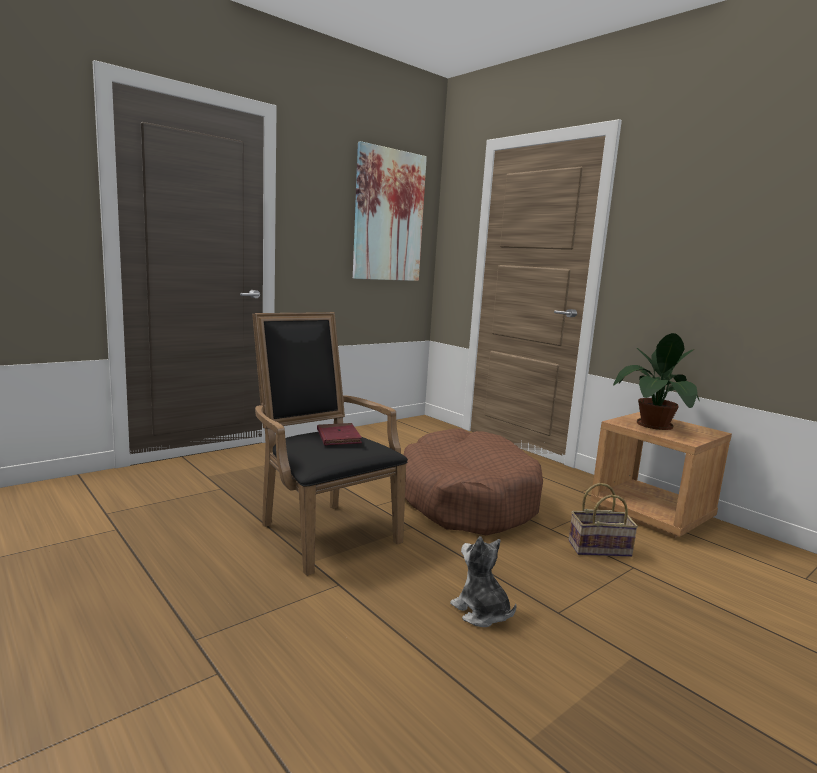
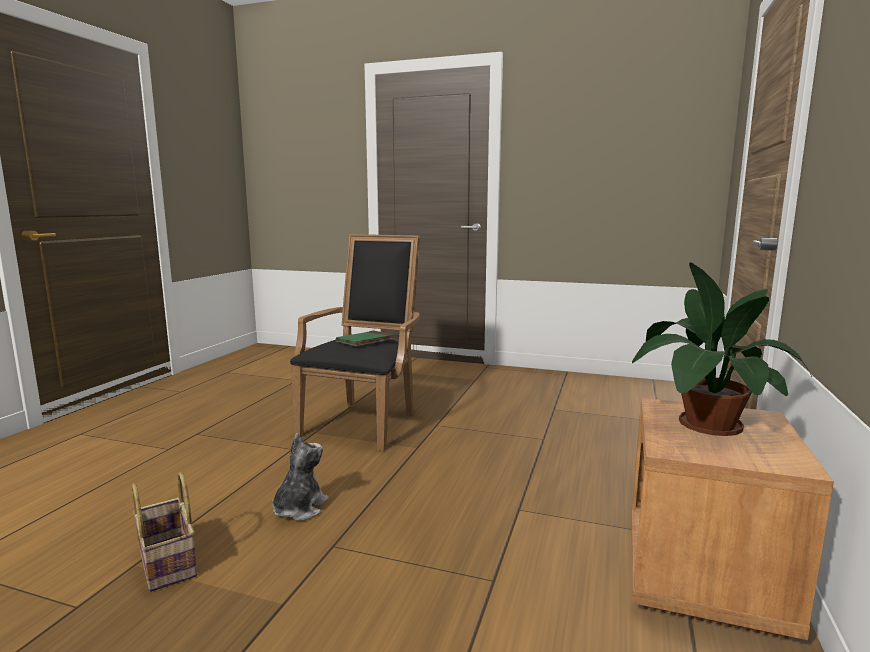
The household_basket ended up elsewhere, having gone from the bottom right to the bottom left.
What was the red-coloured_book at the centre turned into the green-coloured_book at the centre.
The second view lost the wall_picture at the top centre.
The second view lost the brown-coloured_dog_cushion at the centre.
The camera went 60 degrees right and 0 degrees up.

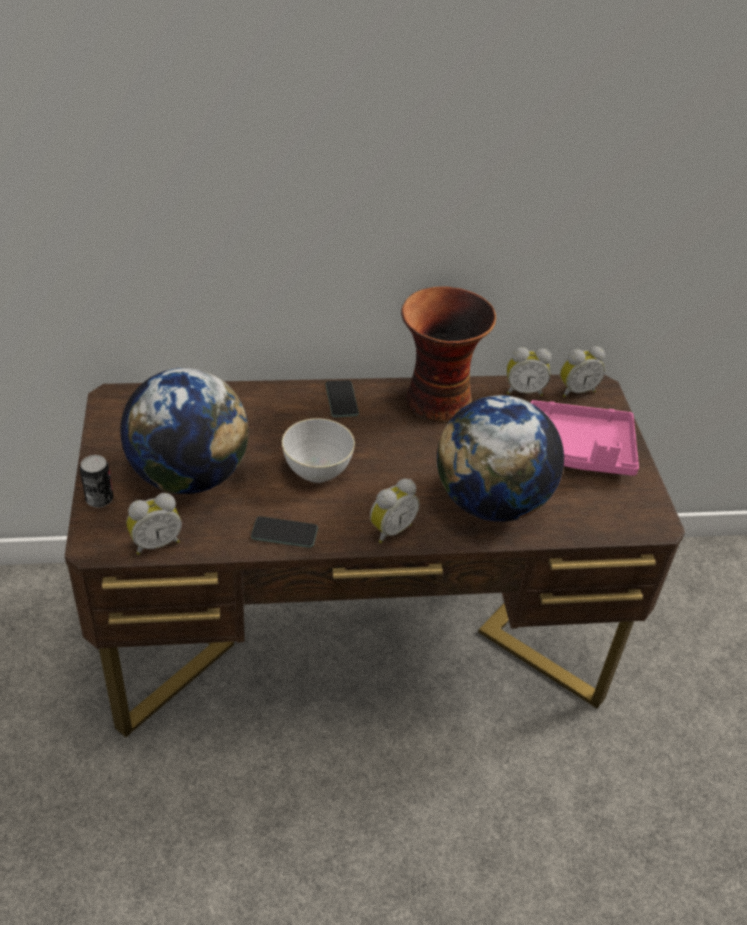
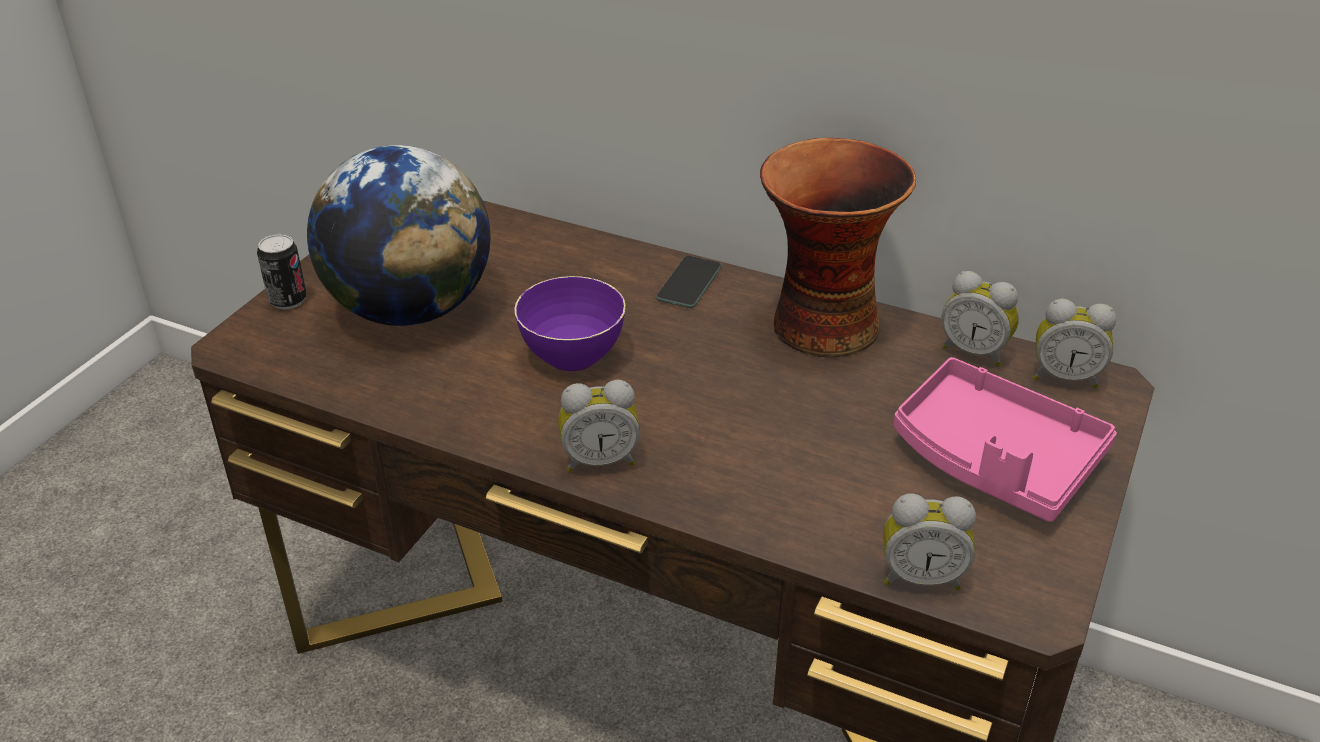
What was the greyish_bowl at the centre turned into the purple_bowl at the centre.
The table_clock (no. 1 from left in the first image) ended up elsewhere, having gone from the middle left to the bottom right.
The second view lost the phone (no. 1 from left) at the centre.
The second view lost the world_globe (no. 2 from left) at the middle right.
The camera went 35 degrees right and 5 degrees down.

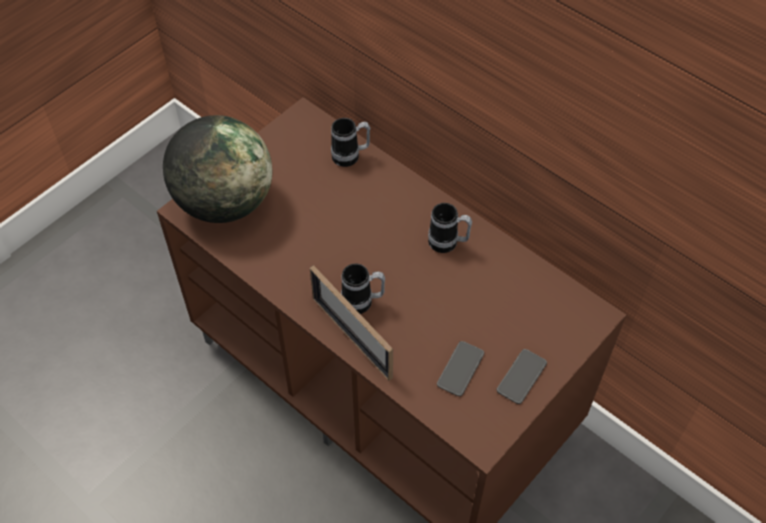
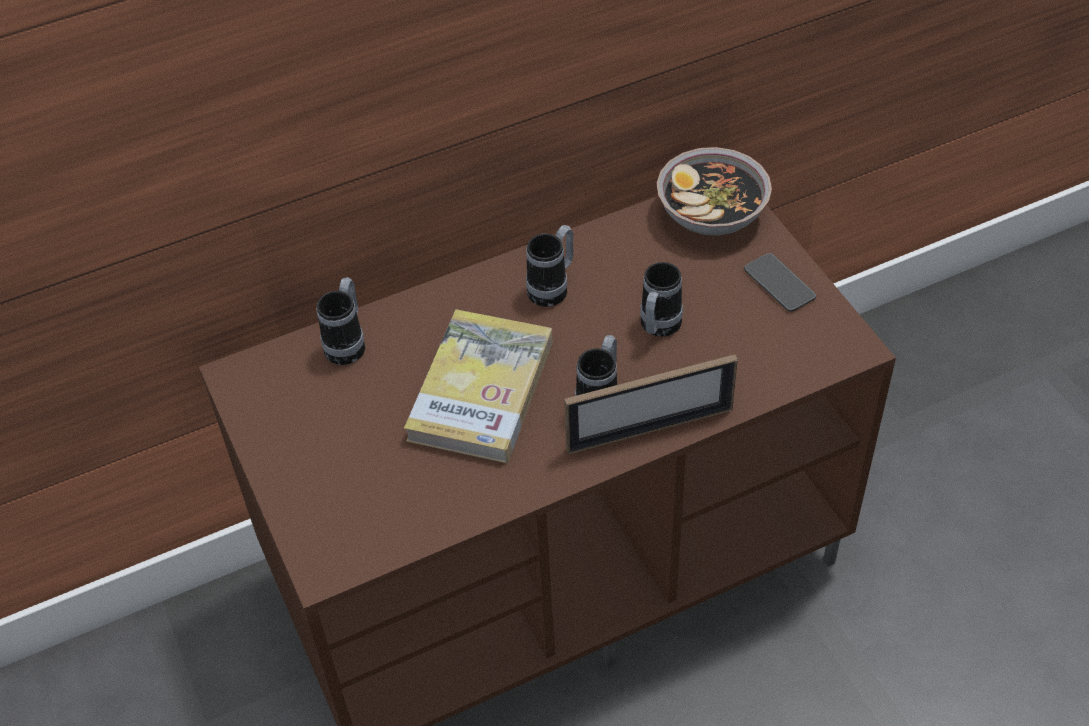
The second view gained the book at the centre.
The second view gained the coffee_mug (no. 4 from left) at the centre.
The second view gained the bowl at the top centre.
The second view lost the world_globe at the top left.
The second view lost the phone (no. 1 from left) at the bottom centre.
The camera went 65 degrees left and 5 degrees down.

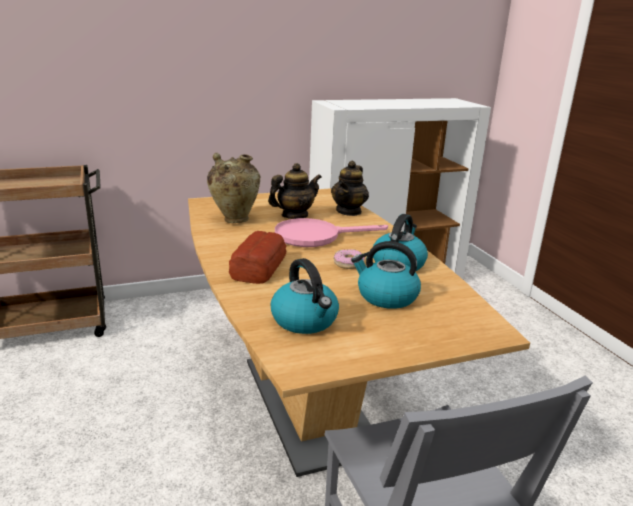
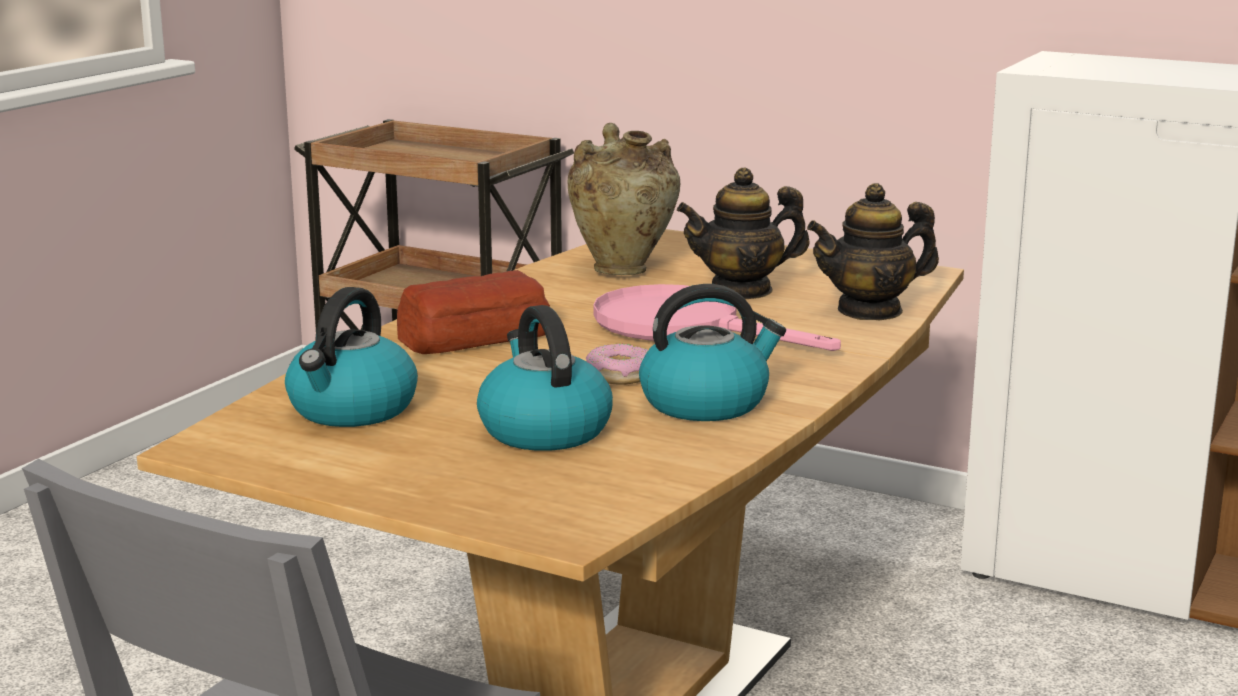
The pot_for_tea (no. 1 from left) at the centre ended up facing another way, 150 degrees clockwise from before.
The camera went 50 degrees right and 5 degrees down.

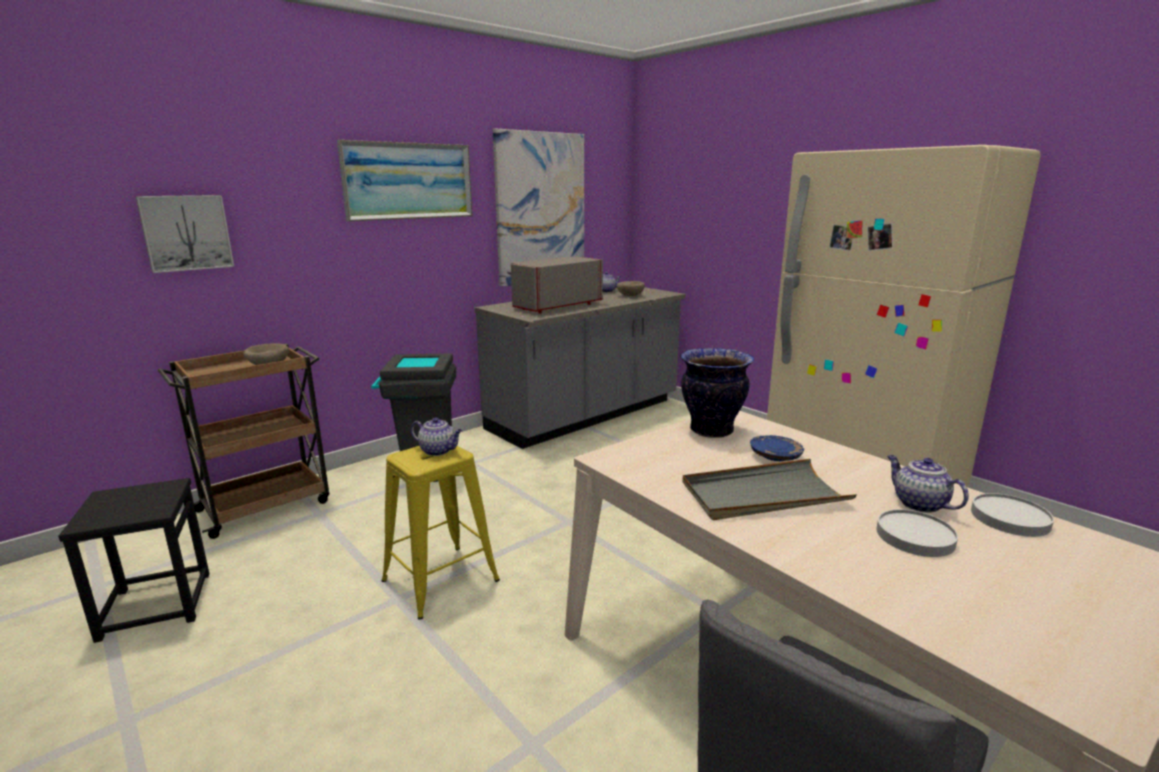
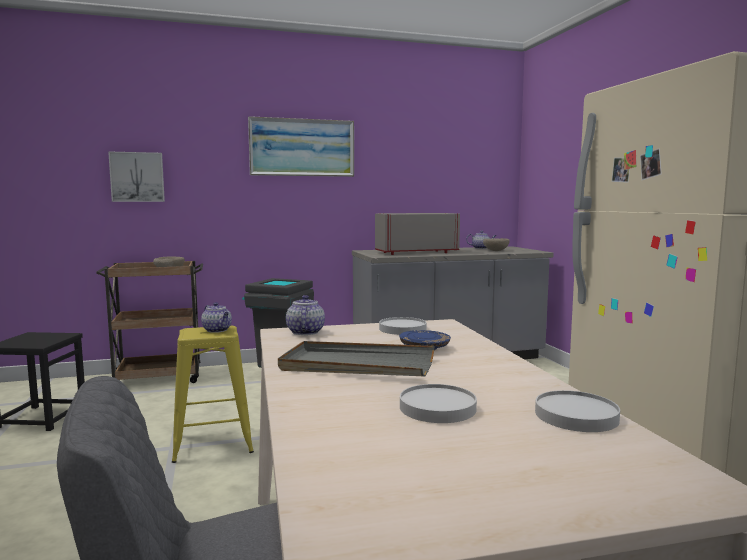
The pot_for_tea (no. 3 from left in the first image) ended up elsewhere, having gone from the middle right to the centre.
Where the vase stood at the centre, the white-coloured_dinner_plate (no. 1 from left) came to stand at the centre.
The second view lost the wall_picture (no. 3 from left) at the top centre.
The camera went 25 degrees right and 10 degrees down.

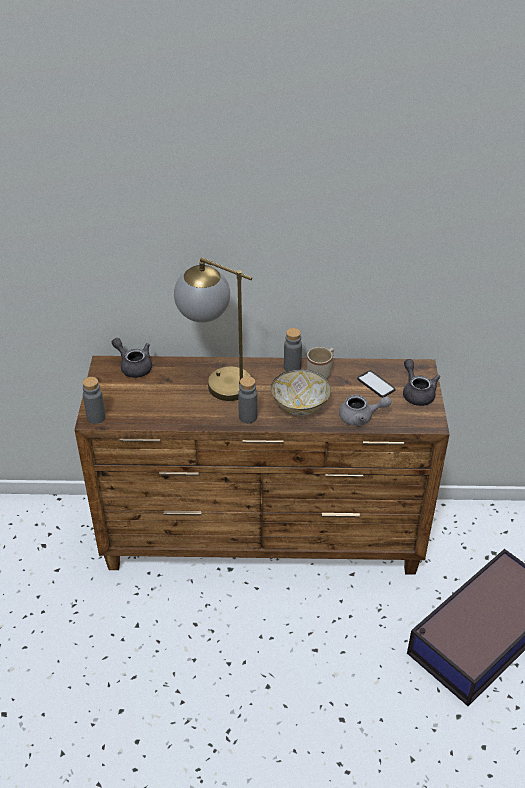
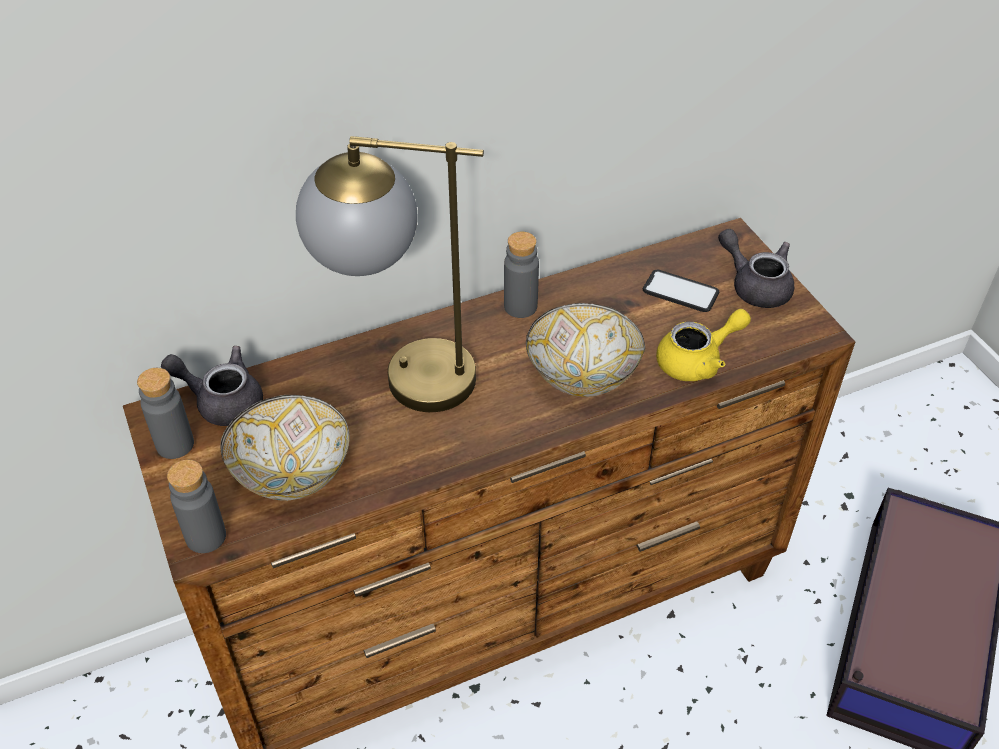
The greyish_beverage_bottle (no. 2 from left in the first image) ended up elsewhere, having gone from the centre to the middle left.
The second view gained the bowl (no. 1 from left) at the middle left.
What was the greyish_pot_for_tea (no. 2 from left) at the middle right turned into the yellow_pot_for_tea at the middle right.
The second view lost the beige_coffee_mug at the centre.
The camera went 25 degrees left and 5 degrees up.

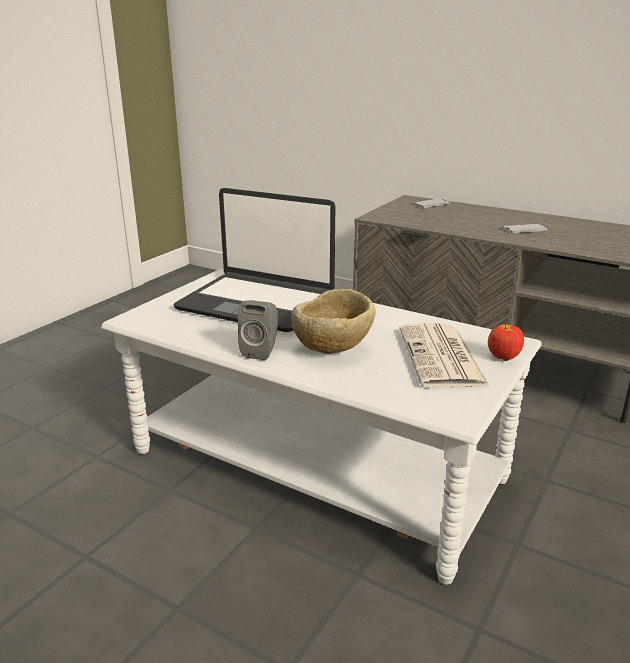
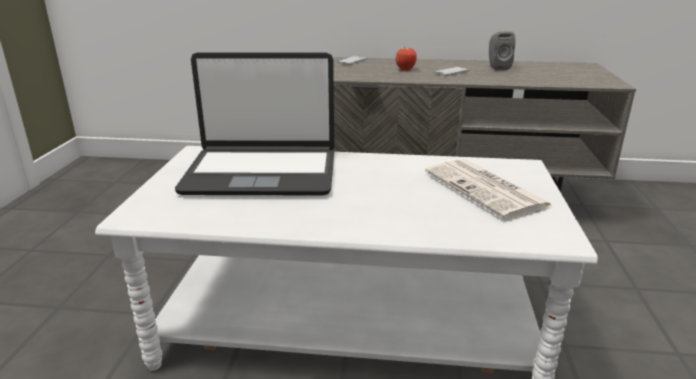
The whole_apple ended up elsewhere, having gone from the middle right to the top centre.
The greyish_speaker ended up elsewhere, having gone from the centre to the top right.
The second view lost the beige_bowl at the centre.
The camera went 25 degrees left and 0 degrees up.

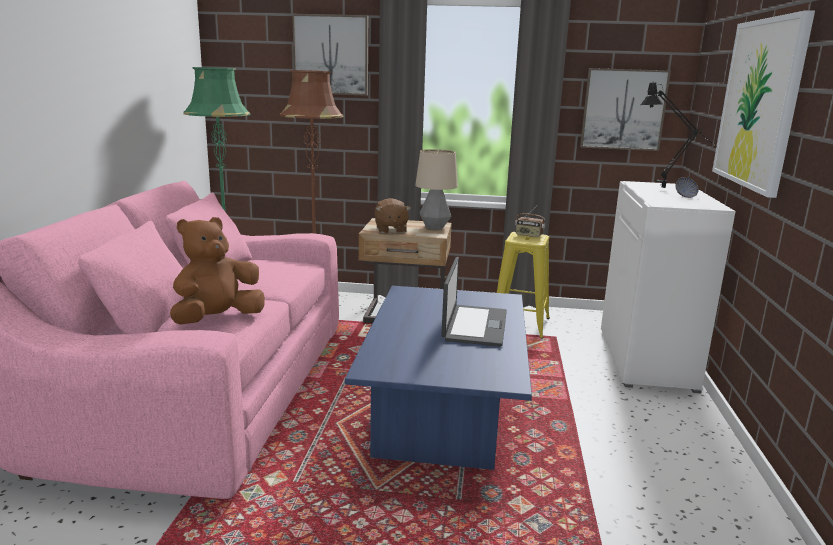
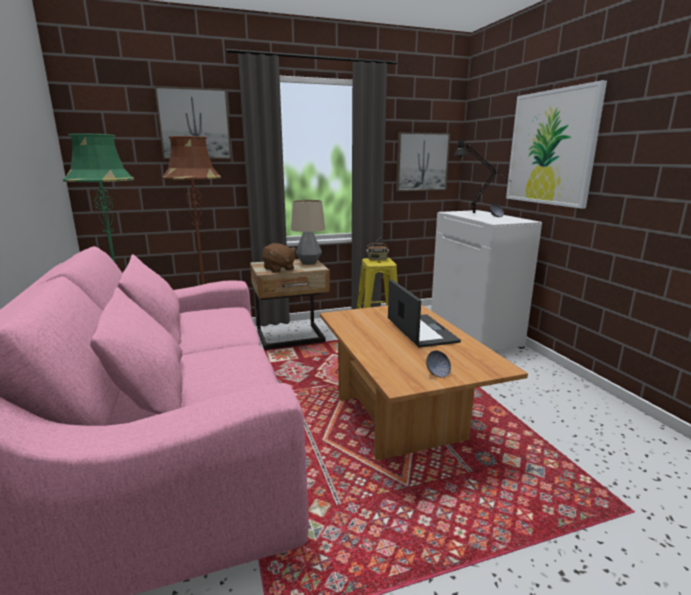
What was the blue-coloured_low_table at the bottom centre turned into the brown-coloured_low_table at the centre.
The second view gained the bowl (no. 1 from left) at the centre.
The second view lost the brown-coloured_cuddly_toy (no. 1 from left) at the middle left.
The camera went 25 degrees left and 0 degrees up.

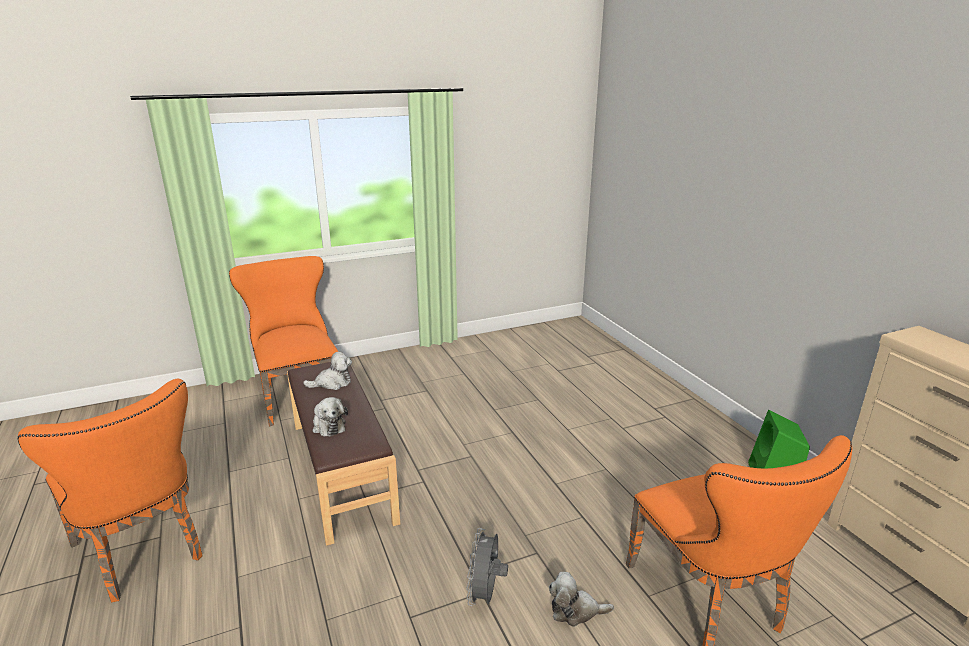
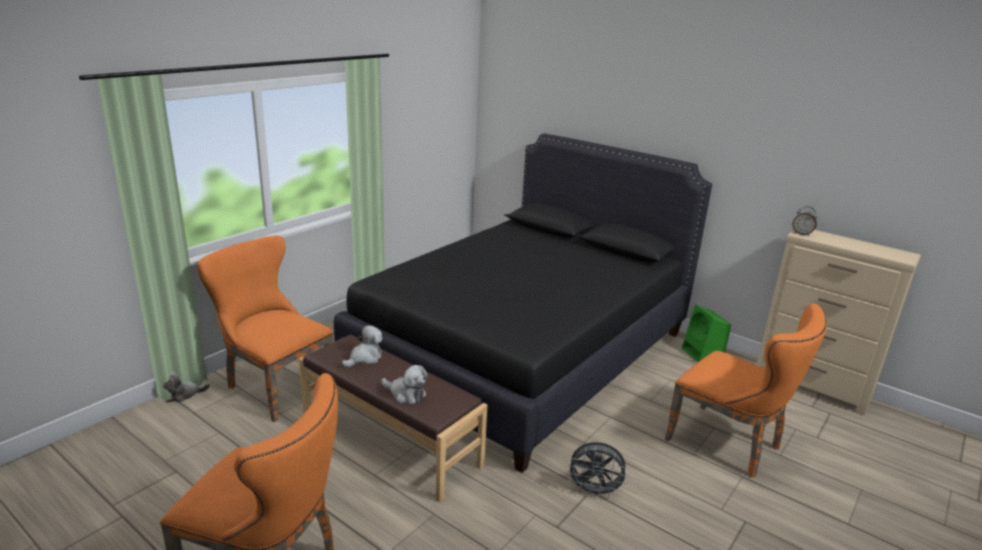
The cuddly_toy (no. 3 from left in the first image) ended up elsewhere, having gone from the bottom centre to the bottom left.
The second view gained the blackish_bed at the centre.
The greyish_electric_fan at the bottom centre ended up facing another way, 60 degrees counterclockwise from before.
The second view gained the table_clock at the middle right.
The camera went 30 degrees left and 0 degrees up.

